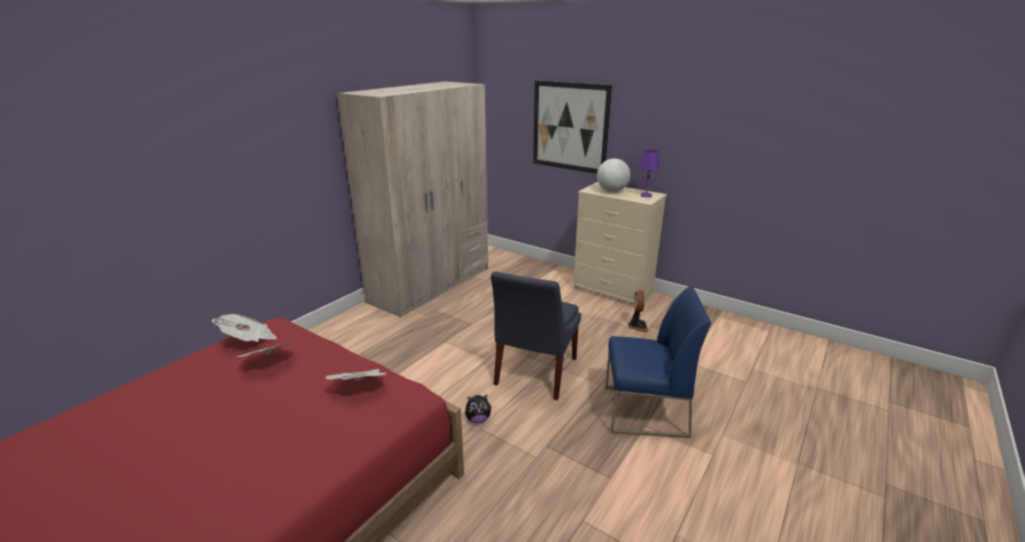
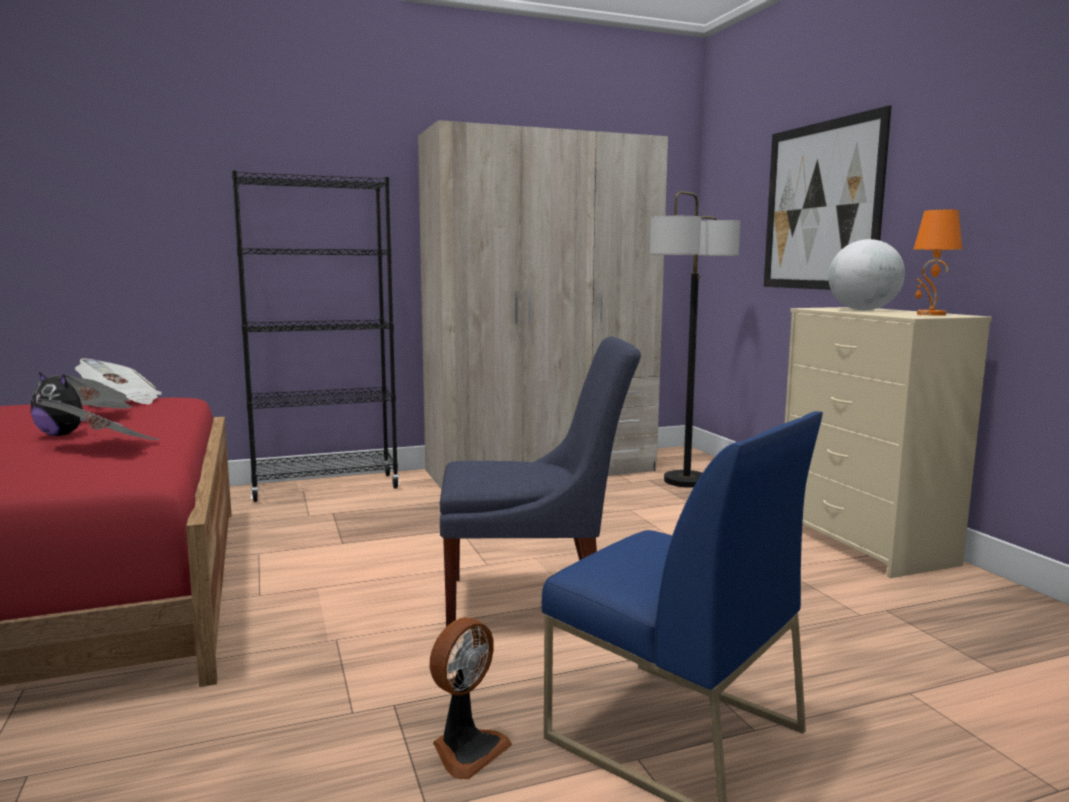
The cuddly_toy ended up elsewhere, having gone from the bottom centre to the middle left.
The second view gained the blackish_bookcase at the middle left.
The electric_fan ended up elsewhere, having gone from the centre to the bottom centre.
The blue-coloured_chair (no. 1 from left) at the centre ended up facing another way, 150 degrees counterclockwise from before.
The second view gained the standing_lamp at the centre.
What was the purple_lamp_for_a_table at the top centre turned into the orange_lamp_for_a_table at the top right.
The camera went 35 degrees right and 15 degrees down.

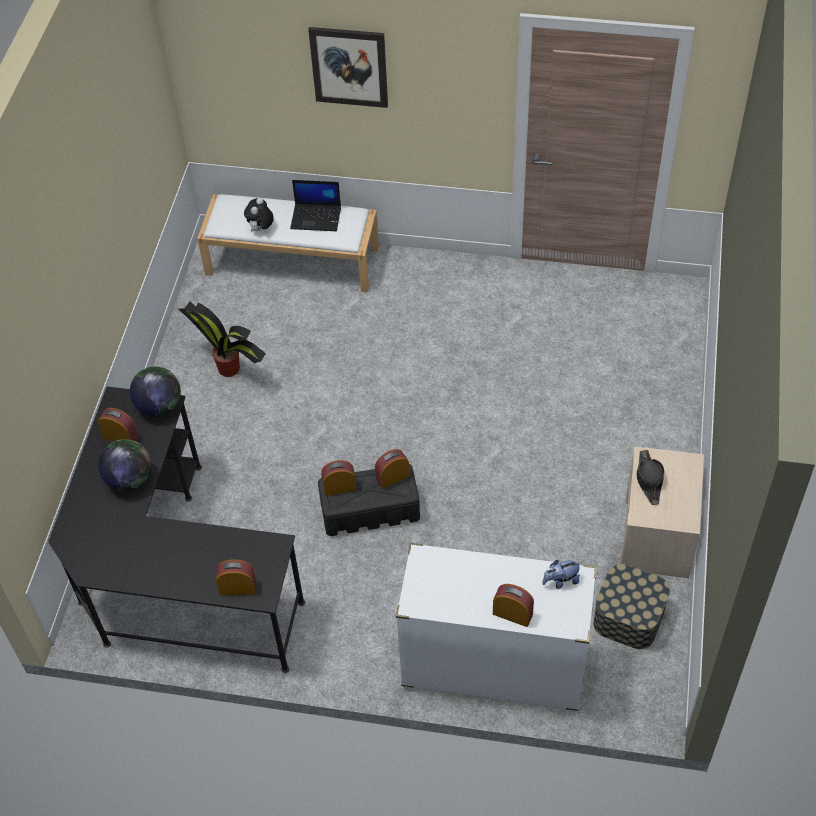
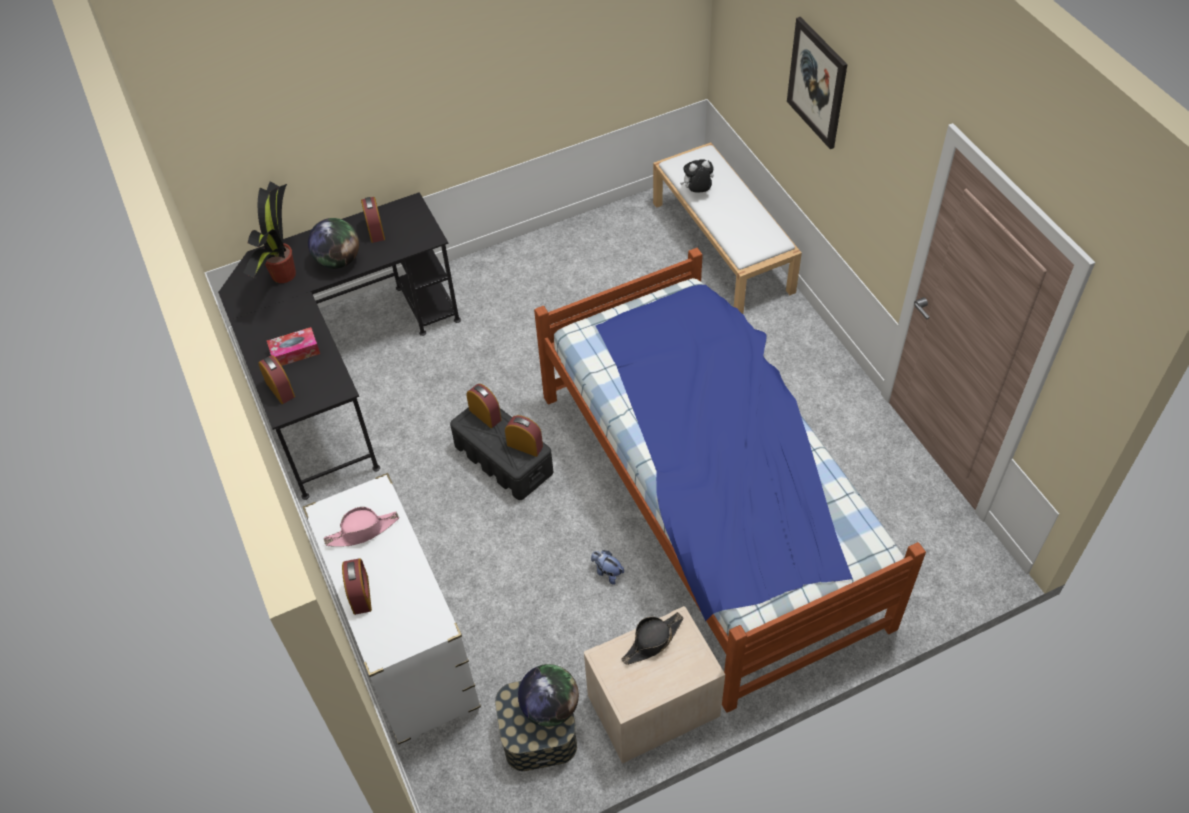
The plant_in_a_pot ended up elsewhere, having gone from the middle left to the top left.
The second view gained the box_of_tissues at the middle left.
The second view gained the pink_clothing_hat at the middle left.
The world_globe (no. 2 from left) ended up elsewhere, having gone from the middle left to the bottom centre.
The second view gained the bed at the centre.
The cuddly_toy (no. 2 from left in the first image) ended up elsewhere, having gone from the bottom right to the bottom centre.
The second view lost the laptop at the top centre.
The camera went 55 degrees right and 0 degrees up.

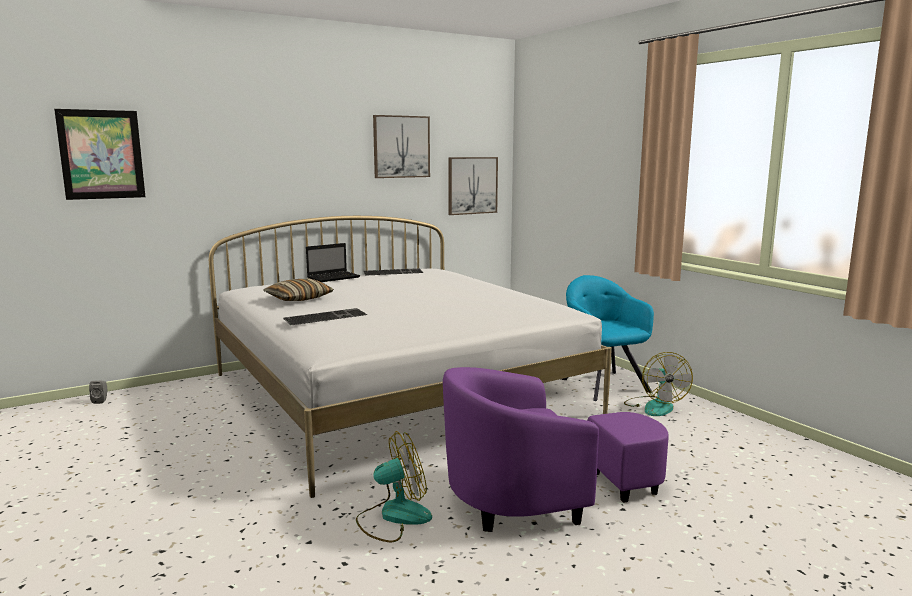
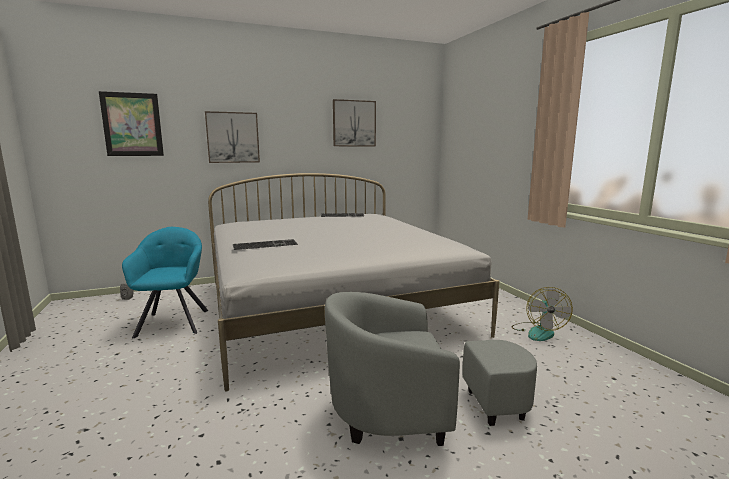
The turquoise-coloured_lounge_chair ended up elsewhere, having gone from the centre to the middle left.
The wall_picture (no. 3 from left in the first image) ended up elsewhere, having gone from the top centre to the top left.
What was the purple_lounge_chair at the bottom centre turned into the greyish_lounge_chair at the bottom centre.
The second view lost the pillow at the middle left.
The second view lost the laptop at the centre.
The second view lost the electric_fan (no. 1 from left) at the bottom centre.
The camera went 10 degrees right and 0 degrees up.

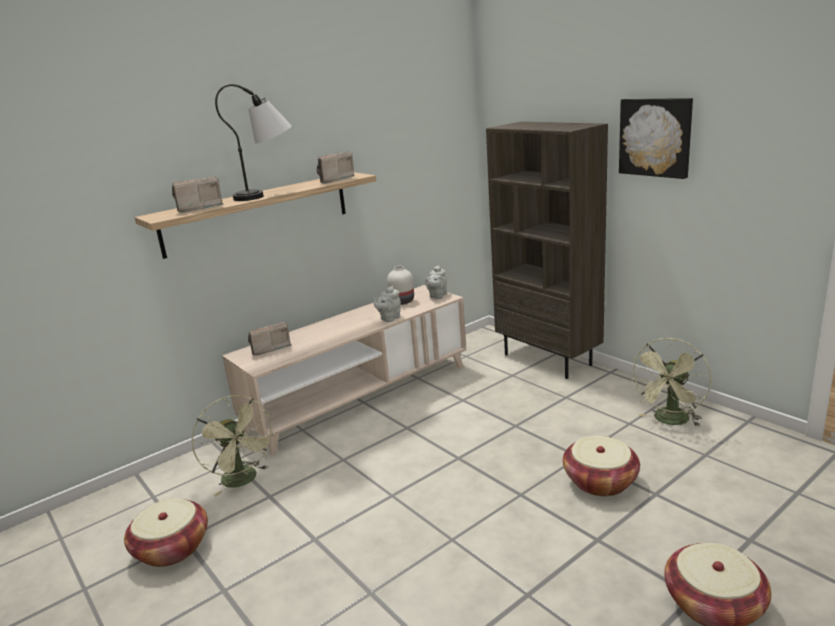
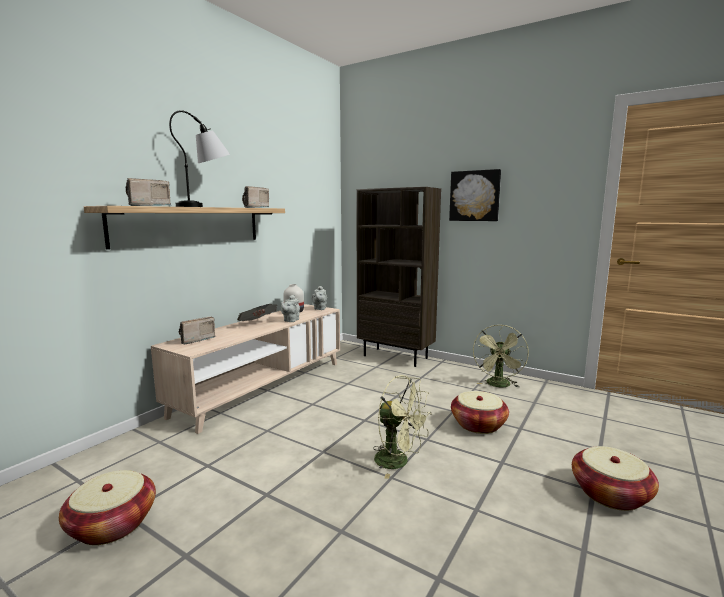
The second view gained the newspaper at the centre.
The green-coloured_electric_fan (no. 1 from left) ended up elsewhere, having gone from the bottom left to the bottom centre.
The camera went 20 degrees left and 10 degrees down.

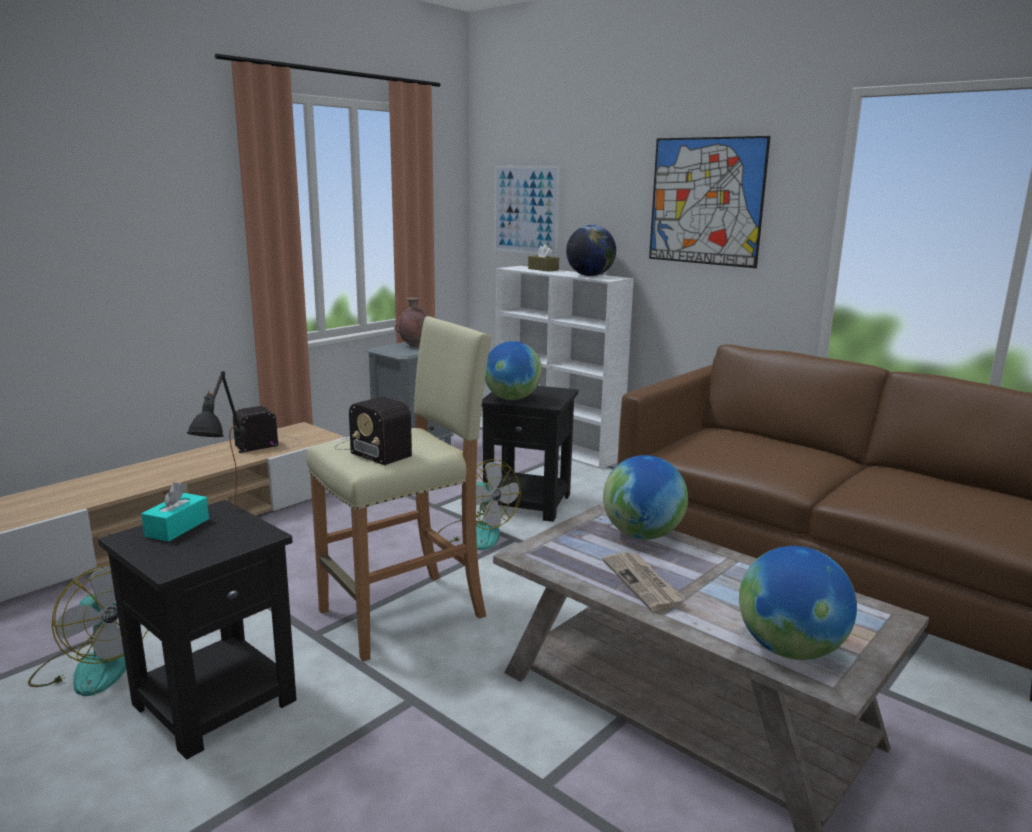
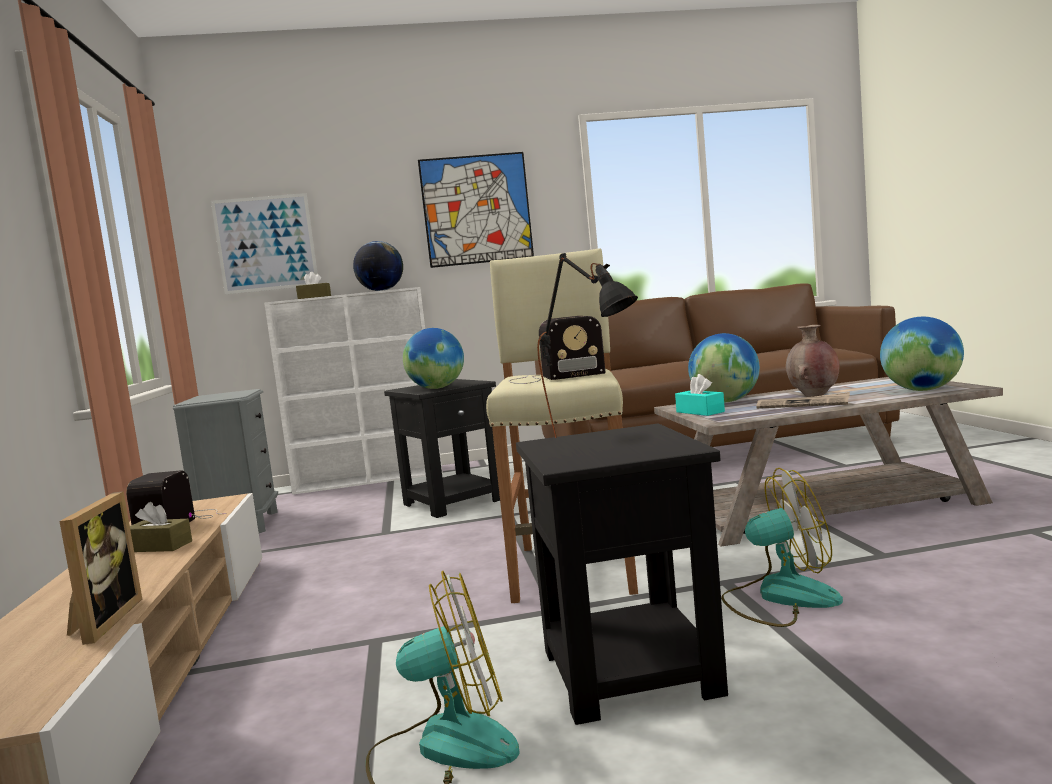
The second view gained the photo_frame at the bottom left.
The second view gained the brown-coloured_box_of_tissues (no. 1 from left) at the bottom left.
The turquoise-coloured_box_of_tissues ended up elsewhere, having gone from the middle left to the centre.
The electric_fan (no. 2 from left) ended up elsewhere, having gone from the centre to the bottom right.
The brown-coloured_vase ended up elsewhere, having gone from the centre to the middle right.
The camera went 50 degrees left and 10 degrees down.

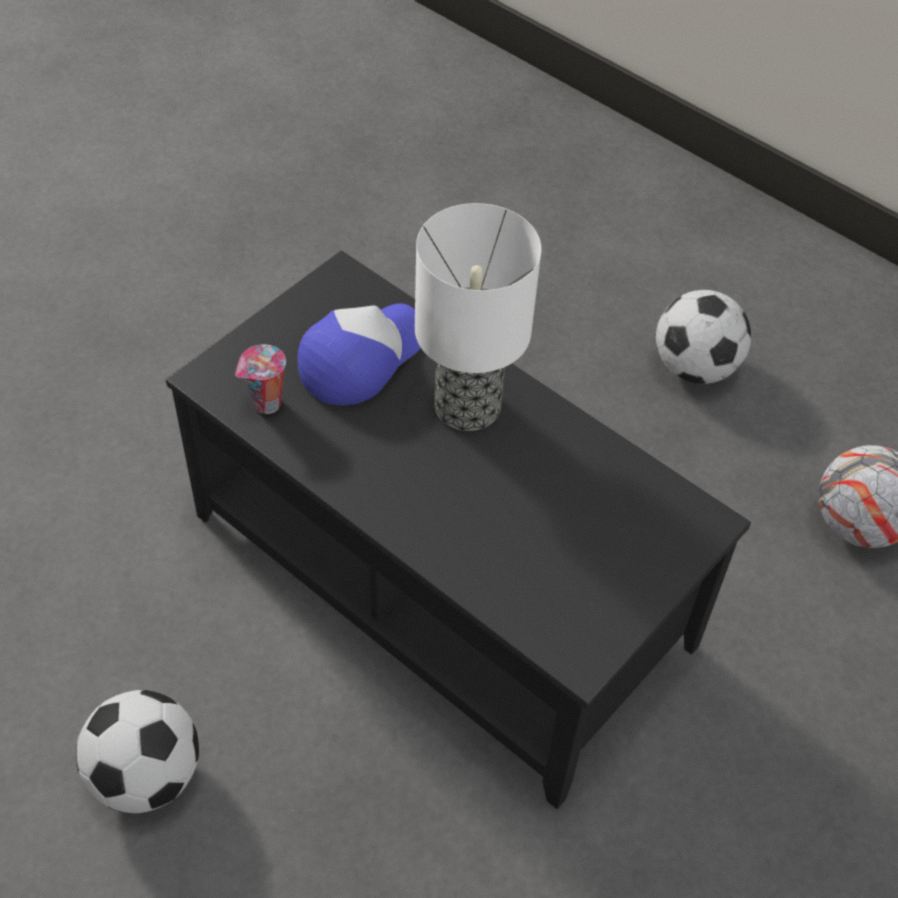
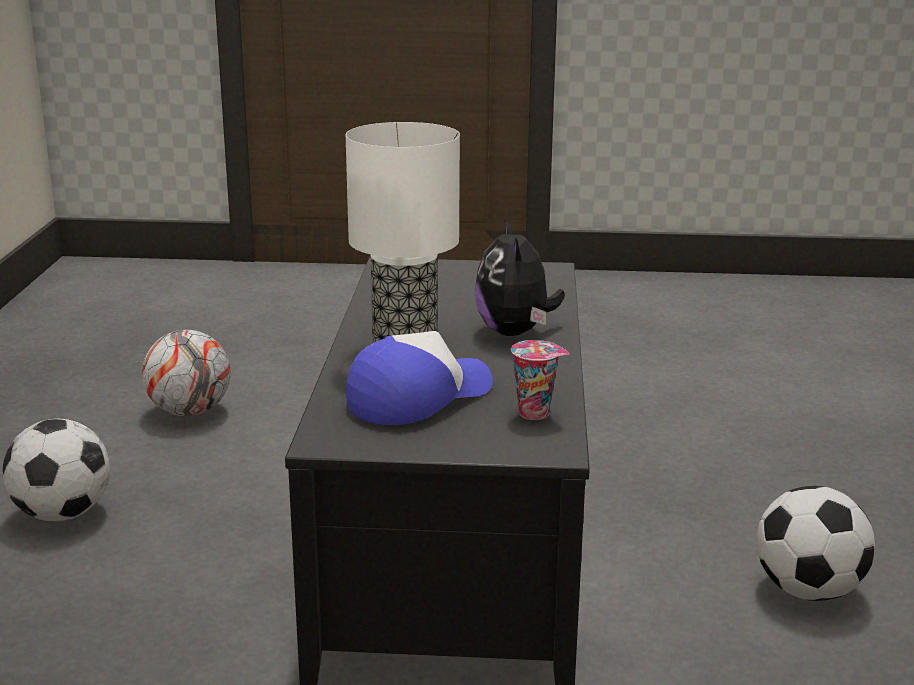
The baseball_cap at the centre ended up facing another way, 135 degrees clockwise from before.
The second view gained the cuddly_toy at the centre.
The camera went 125 degrees left and 30 degrees down.

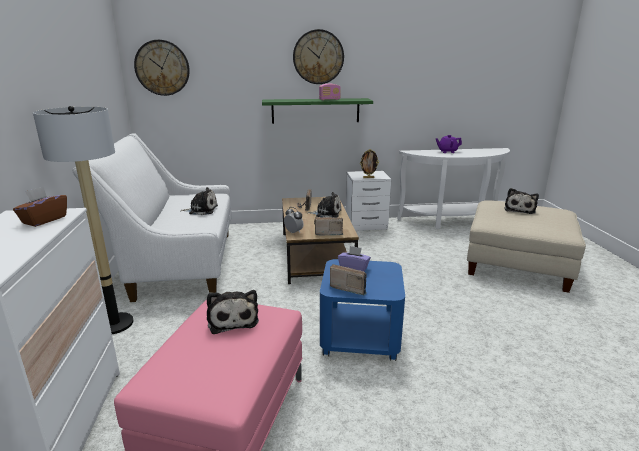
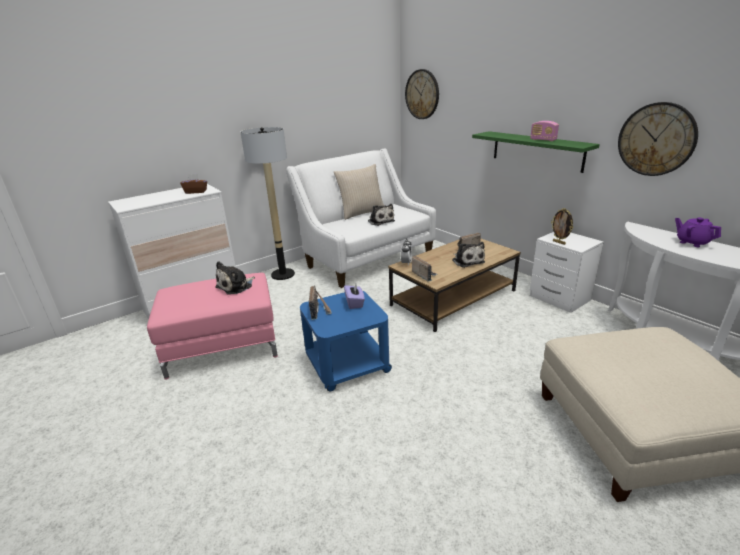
The second view gained the beige_pillow at the centre.
The wall_clock (no. 2 from left) ended up elsewhere, having gone from the top centre to the top right.
The second view lost the cuddly_toy (no. 4 from left) at the middle right.
The camera went 60 degrees right and 5 degrees up.

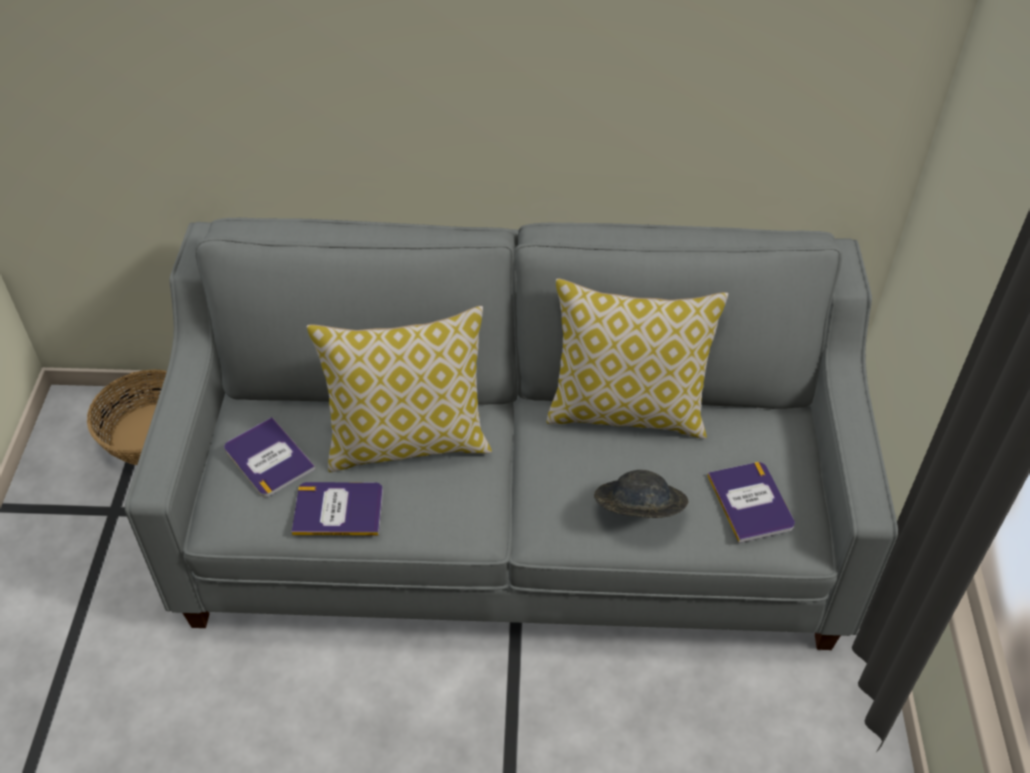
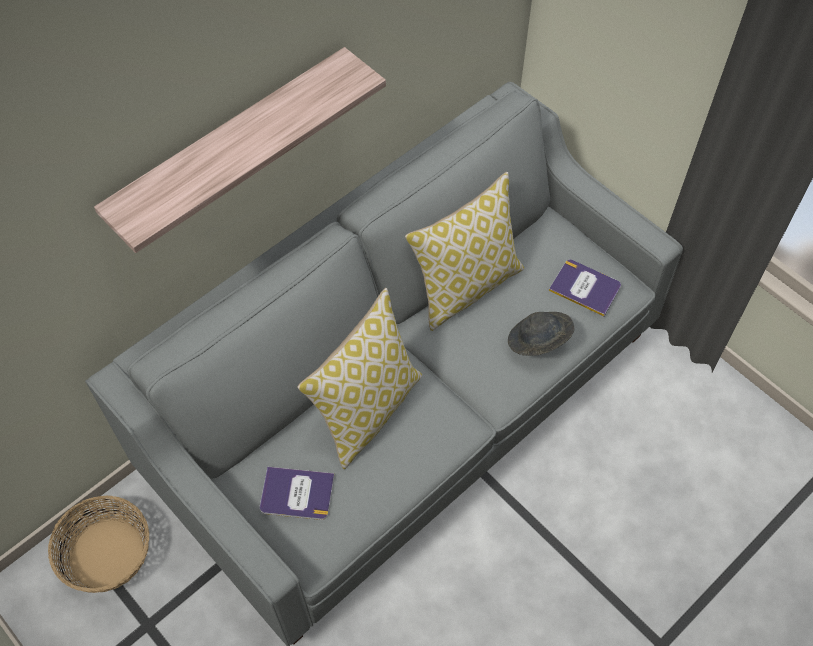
The second view gained the shelf at the top left.
The second view lost the book (no. 2 from left) at the middle left.
The camera went 45 degrees left and 10 degrees up.

